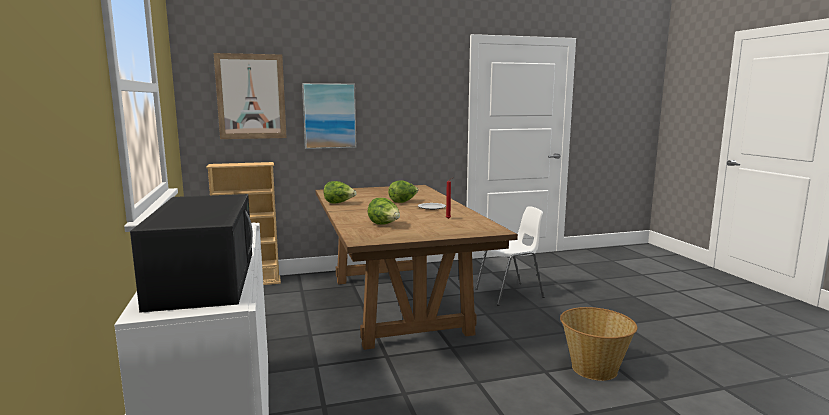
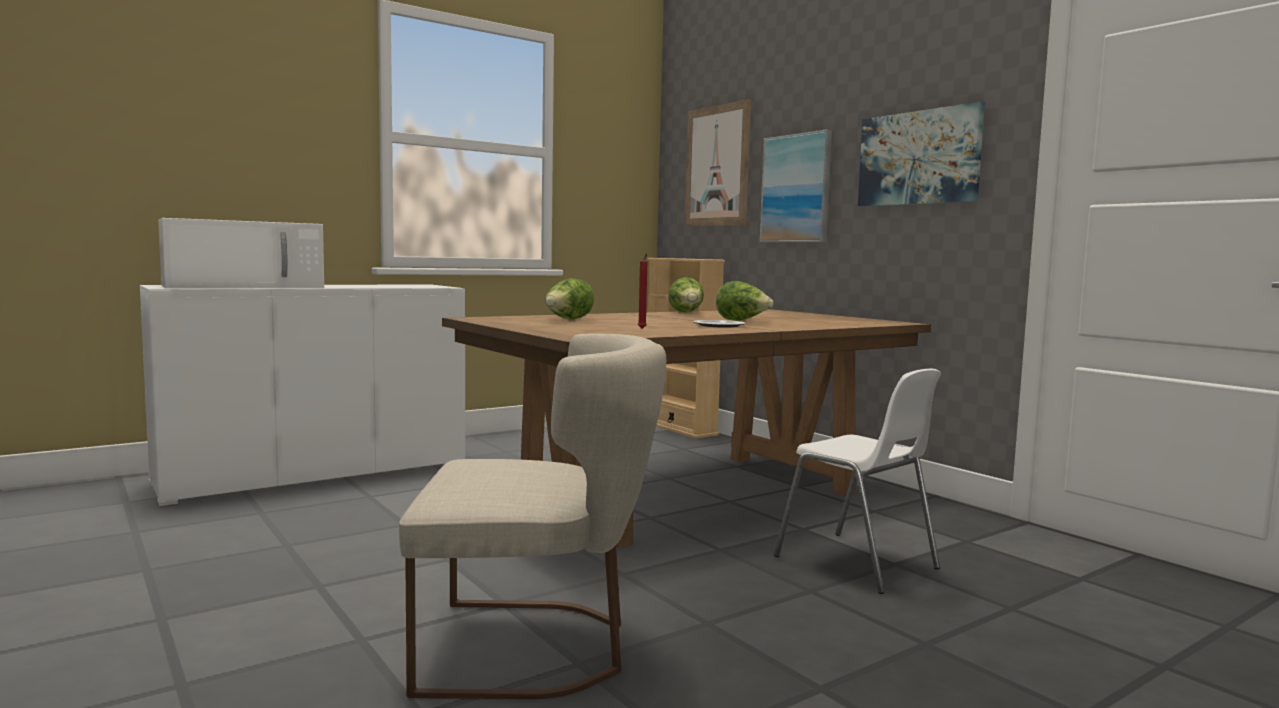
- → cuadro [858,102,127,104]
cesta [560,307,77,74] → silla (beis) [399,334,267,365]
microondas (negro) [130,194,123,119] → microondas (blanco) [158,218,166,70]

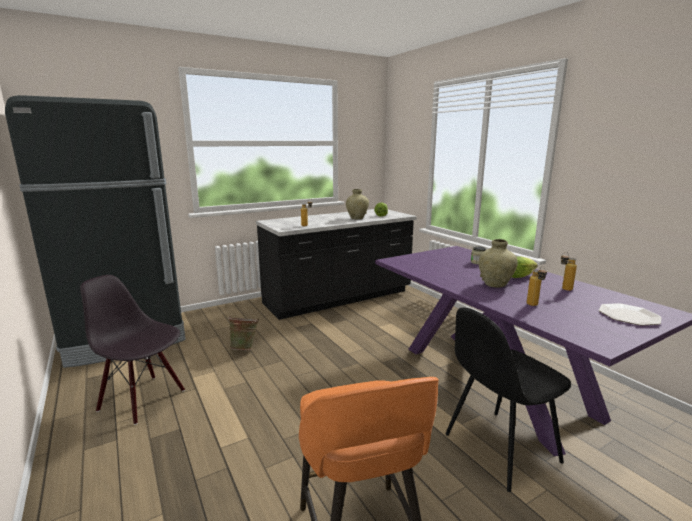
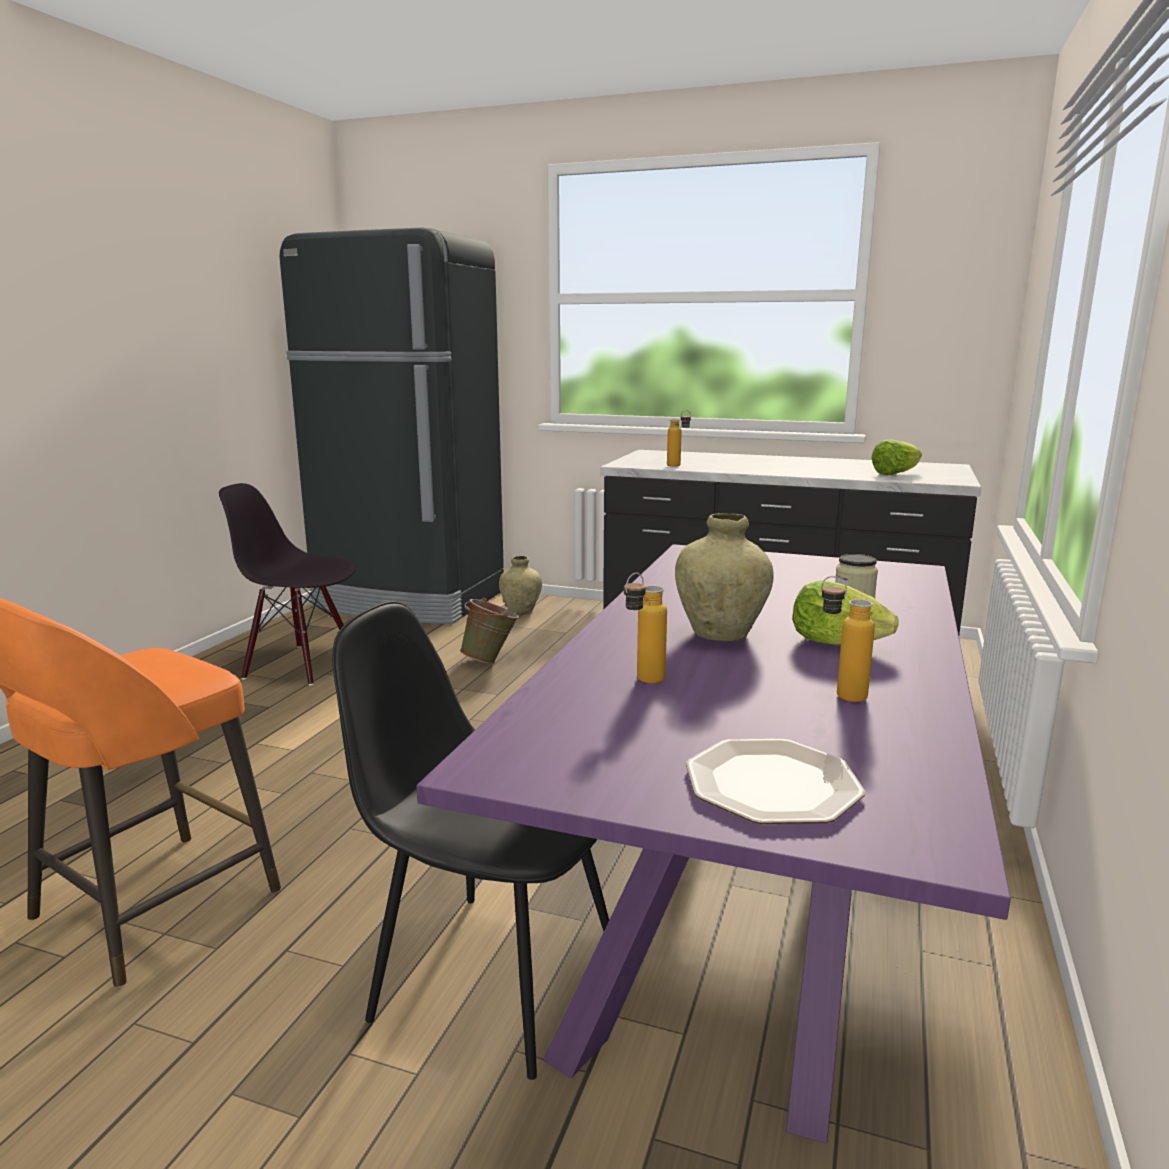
florero (beis) [346,189,23,30] → florero (beis) [499,556,43,57], shifted
silla (negro) [80,275,105,150] → silla (negro) [219,483,137,202], 60 degrees counterclockwise

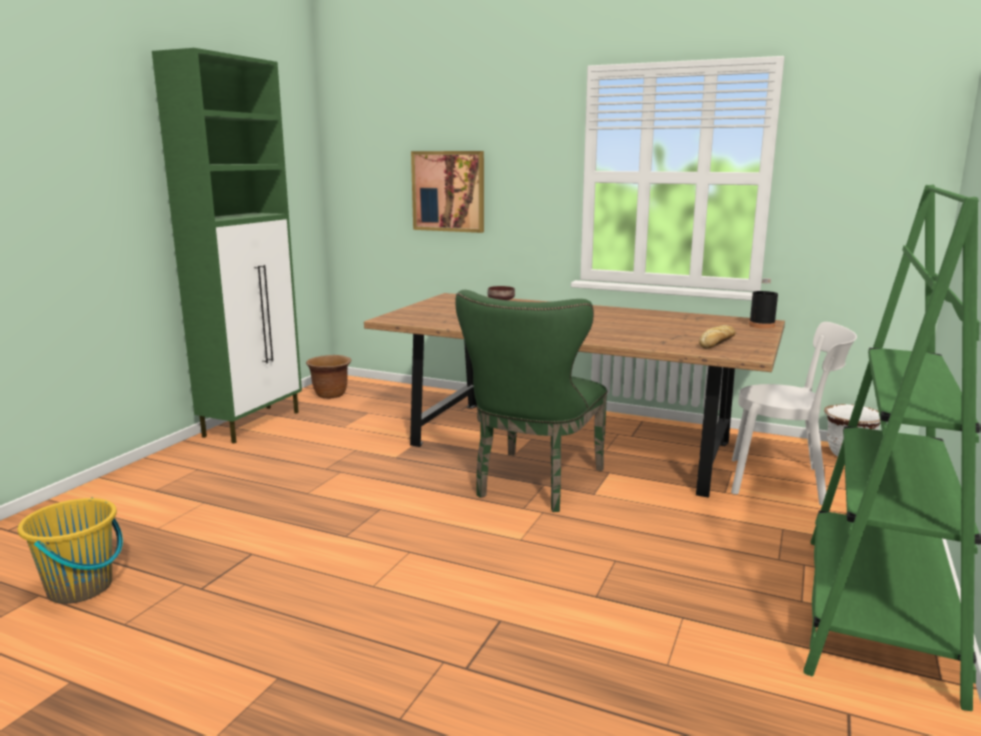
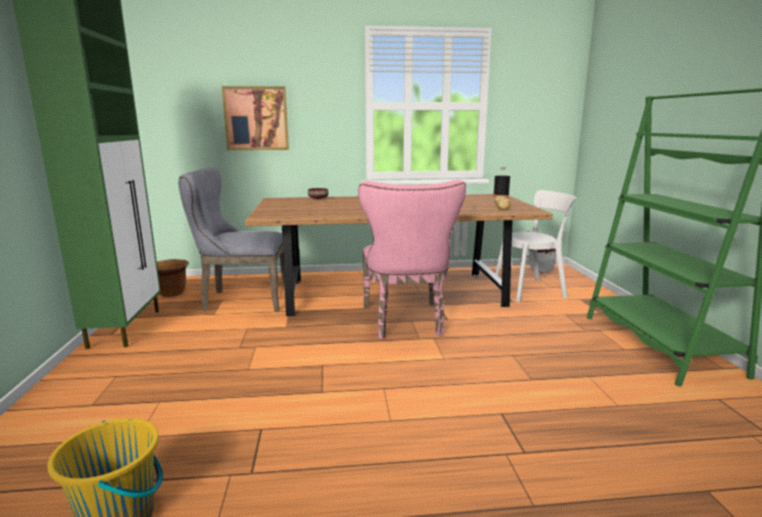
- → silla (gris) [178,167,107,145]
silla (verde) [456,290,151,222] → silla (rosa) [358,180,108,159]

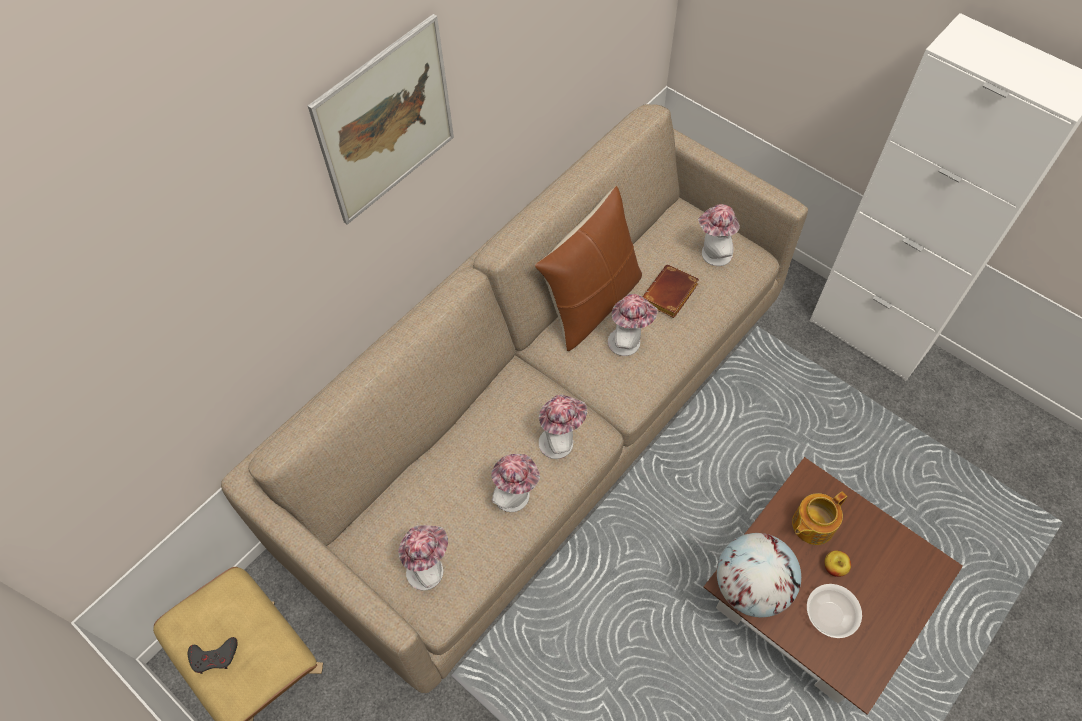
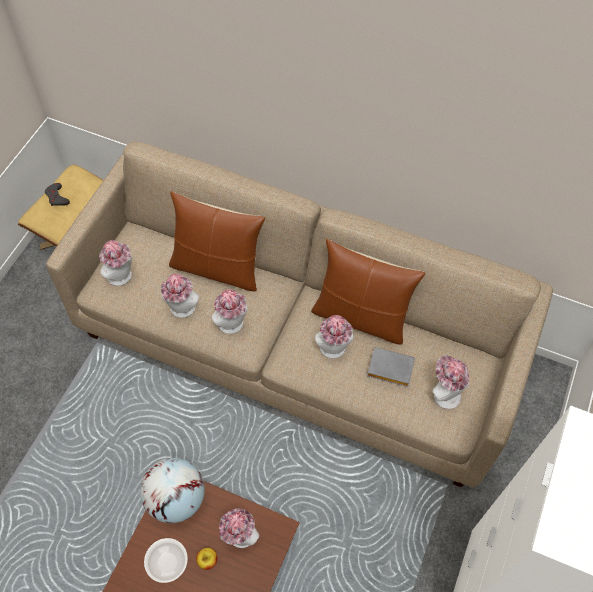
cuadro [308,14,146,211] → -
- → cojín (marrón) [169,191,96,100]
tetera [792,492,55,53] → sombrero [219,508,40,40]
libro (marrón) [642,264,57,54] → libro (gris) [367,347,48,40]

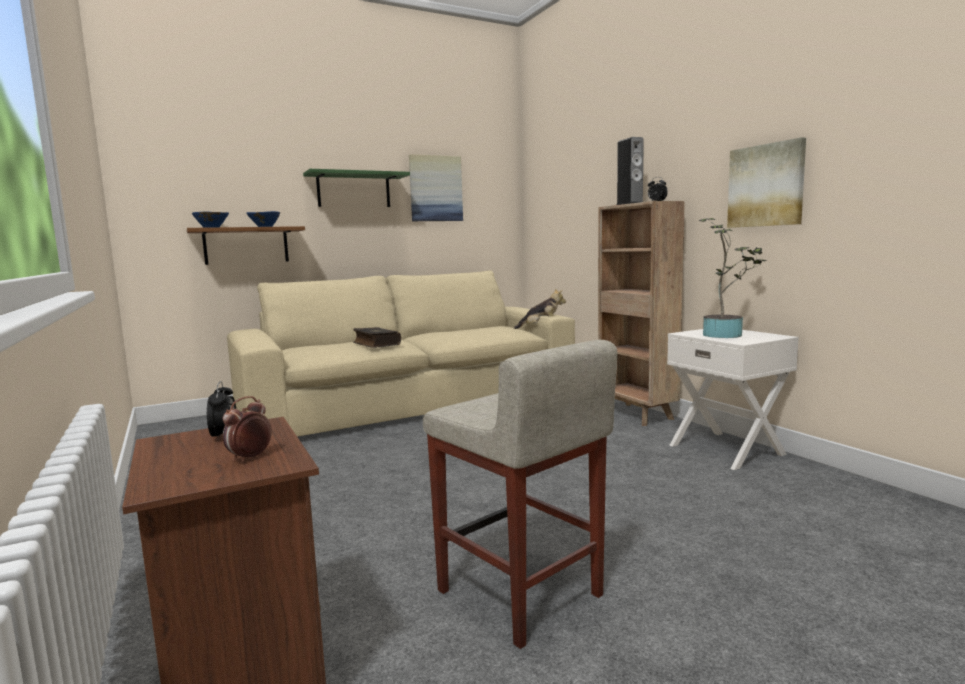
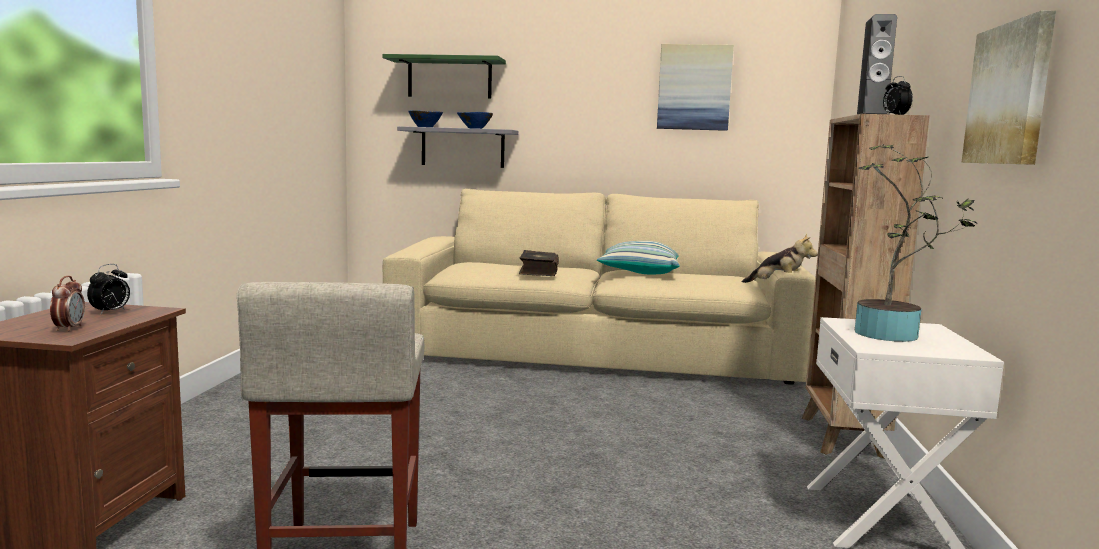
- → cojín [597,241,82,33]
estante (verde) [303,169,107,38] → estante (verde) [383,54,123,45], shifted
estante (marrón) [187,226,118,39] → estante (gris) [397,126,121,42]
despertador [223,396,49,66] → despertador [50,276,35,56], 105 degrees clockwise

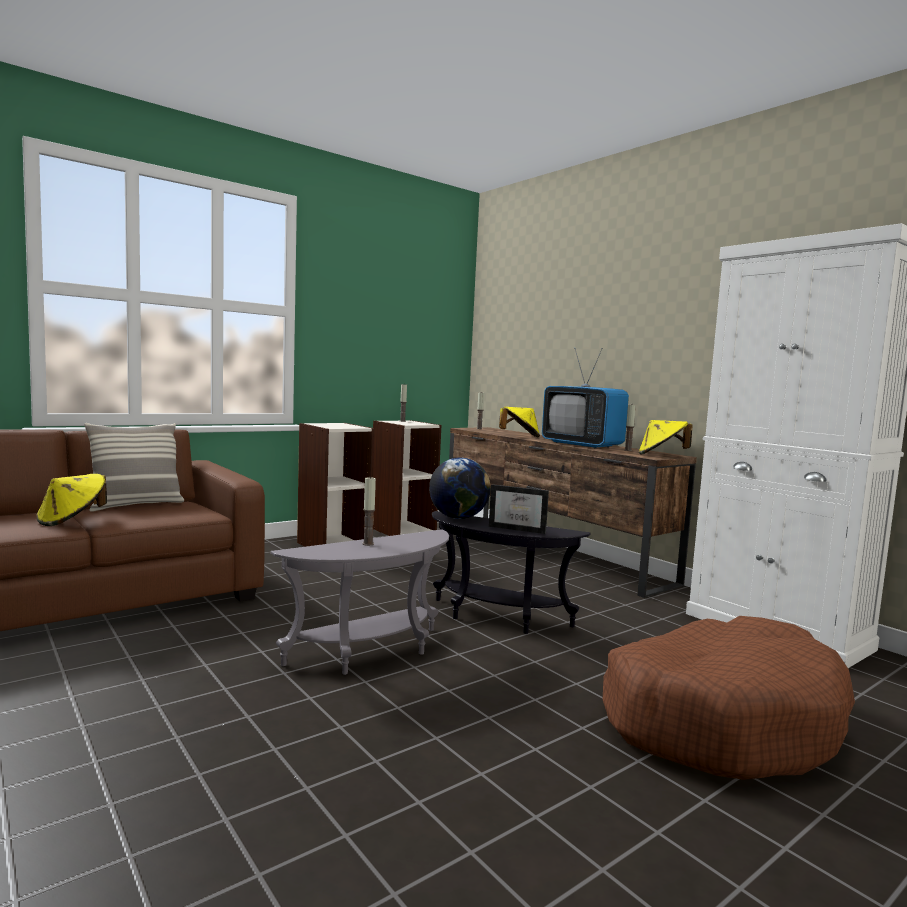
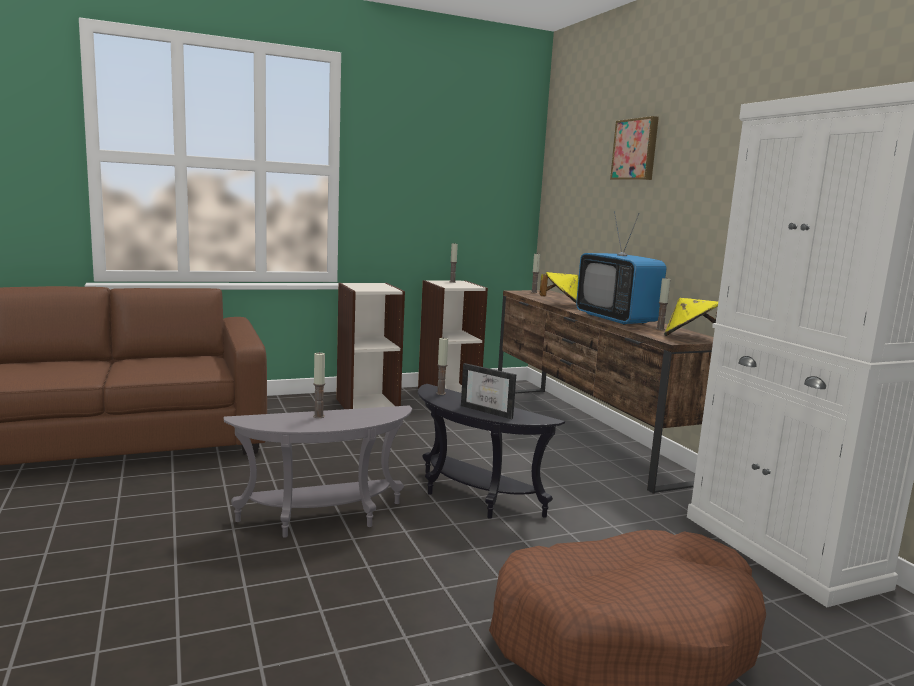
sombrero (amarillo) [36,474,71,52] → -
cojín [84,423,100,89] → -
- → cuadro [610,116,49,64]
globo terráqueo [429,458,62,61] → vela [436,338,12,57]

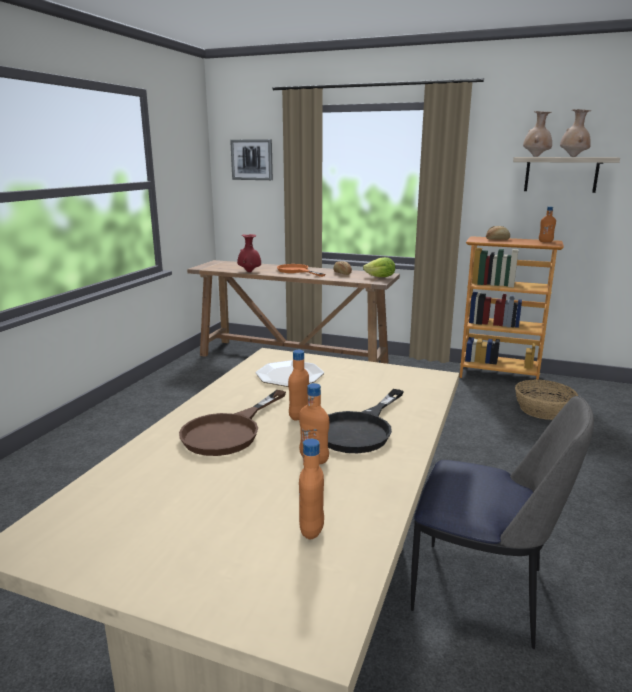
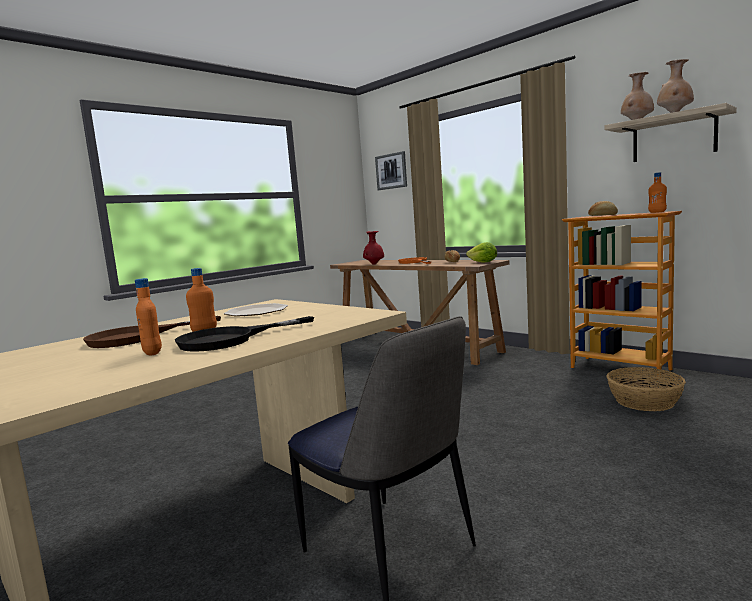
botella (naranja) [299,439,25,100] → -

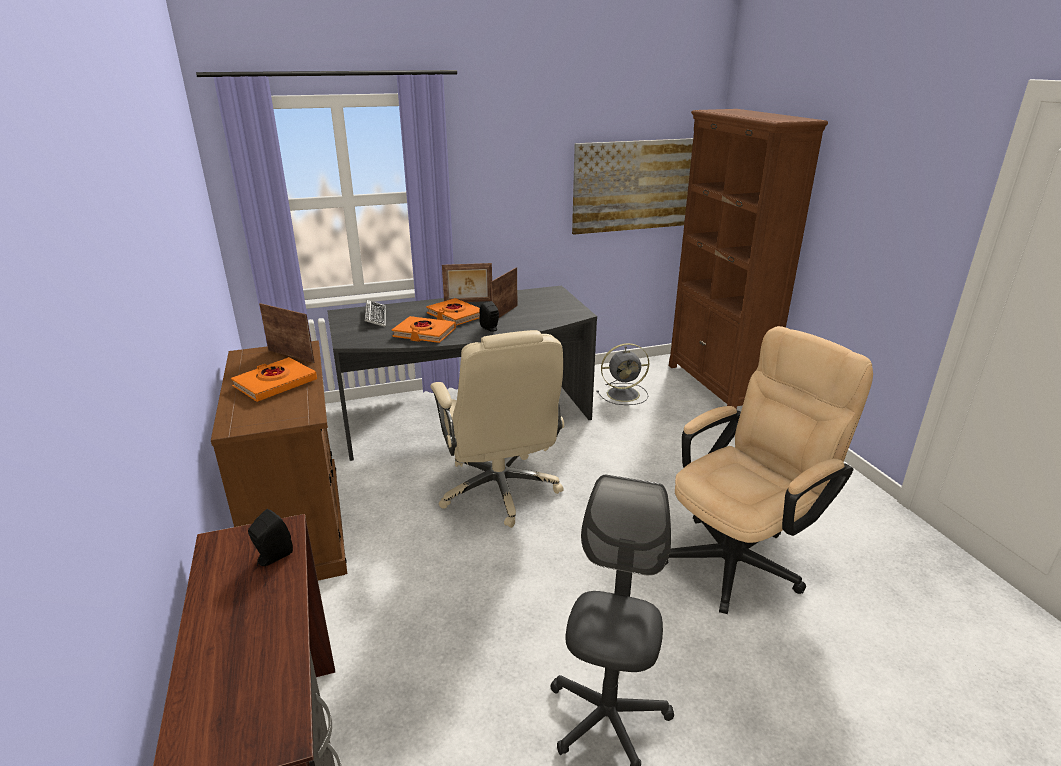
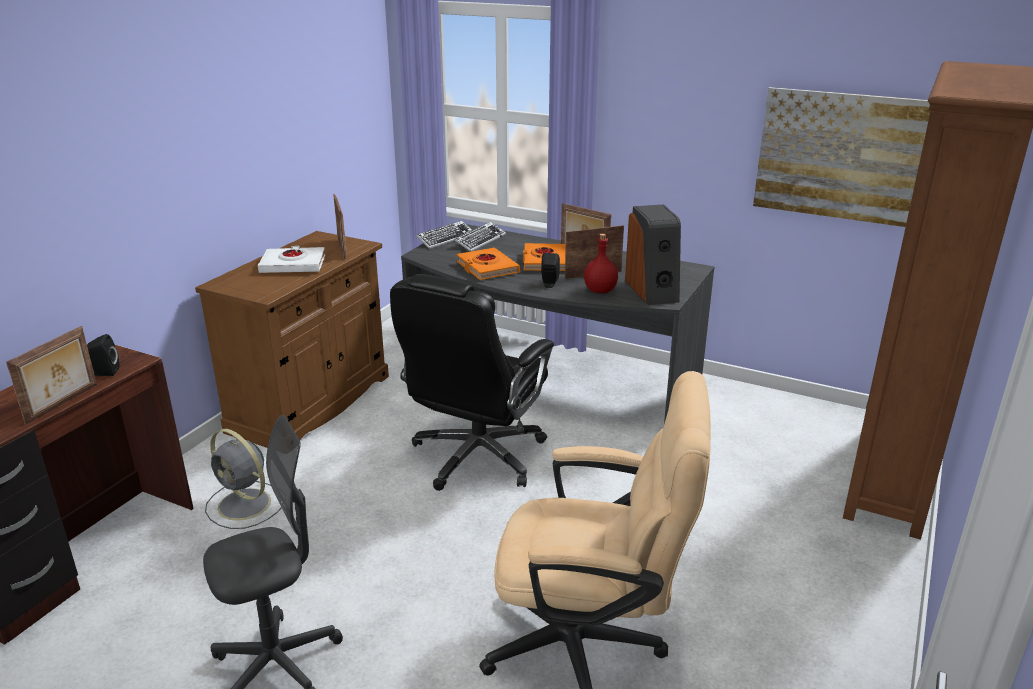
- → portarretratos [6,326,91,99]
- → teclado [416,221,56,28]
- → botella (rojo) [584,234,34,59]
- → altavoz [625,204,56,101]
ventilador (gris) [597,343,52,62] → ventilador (gris) [205,429,77,100], shifted
libro (naranja) [231,357,86,45] → libro (blanco) [258,246,67,27]
silla de oficina (beis) [431,330,133,198] → silla de oficina (negro) [390,274,164,217]

